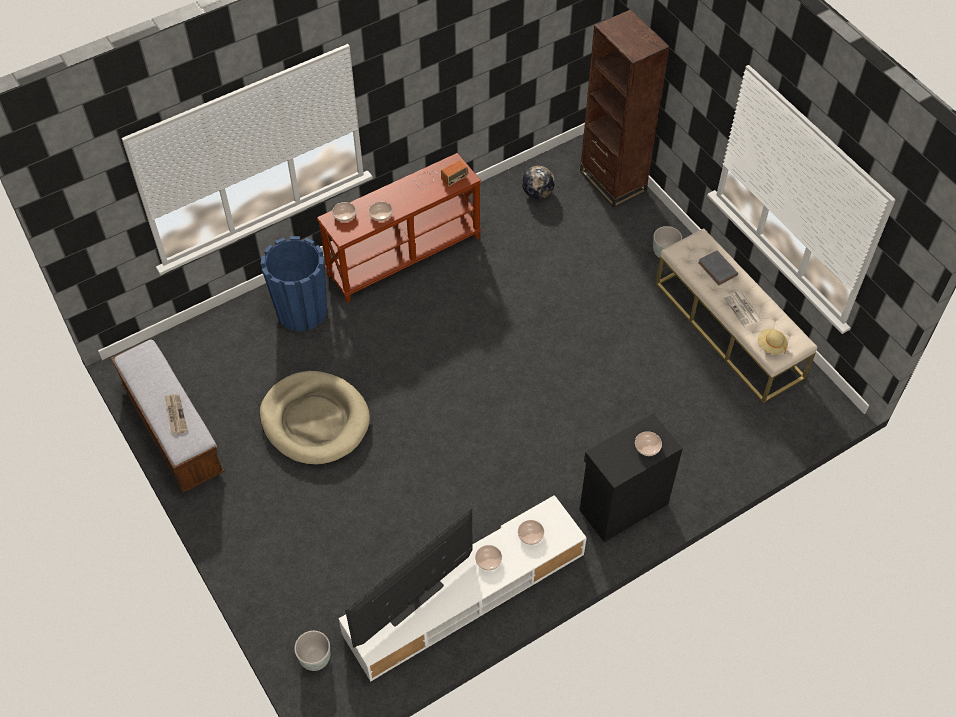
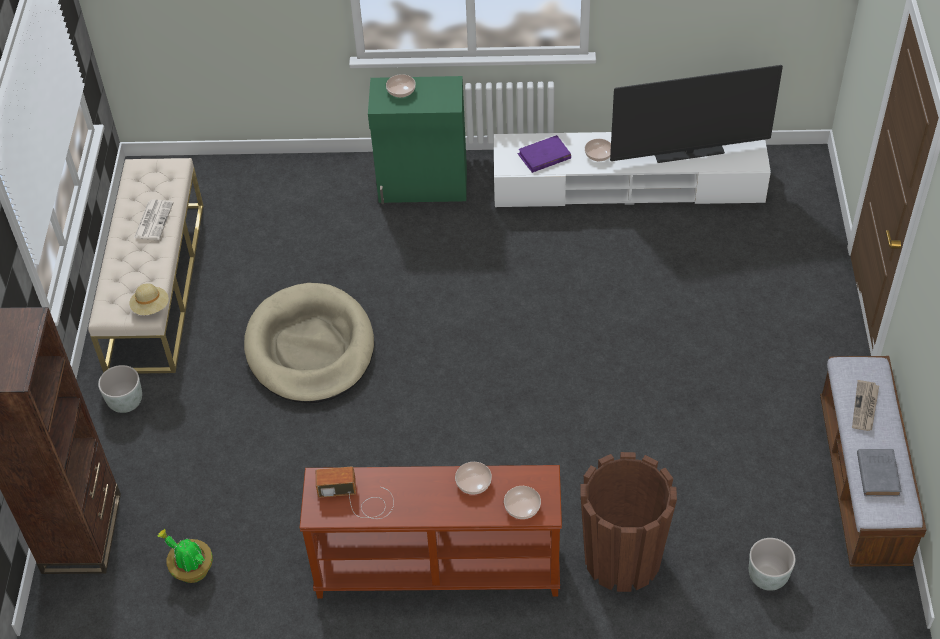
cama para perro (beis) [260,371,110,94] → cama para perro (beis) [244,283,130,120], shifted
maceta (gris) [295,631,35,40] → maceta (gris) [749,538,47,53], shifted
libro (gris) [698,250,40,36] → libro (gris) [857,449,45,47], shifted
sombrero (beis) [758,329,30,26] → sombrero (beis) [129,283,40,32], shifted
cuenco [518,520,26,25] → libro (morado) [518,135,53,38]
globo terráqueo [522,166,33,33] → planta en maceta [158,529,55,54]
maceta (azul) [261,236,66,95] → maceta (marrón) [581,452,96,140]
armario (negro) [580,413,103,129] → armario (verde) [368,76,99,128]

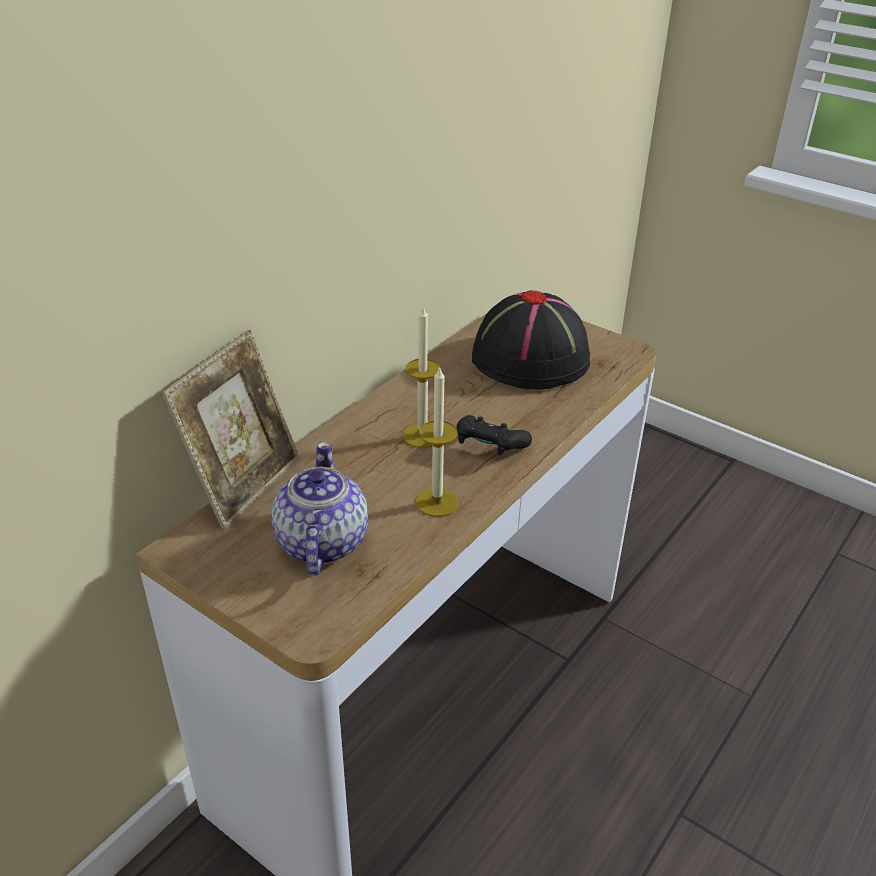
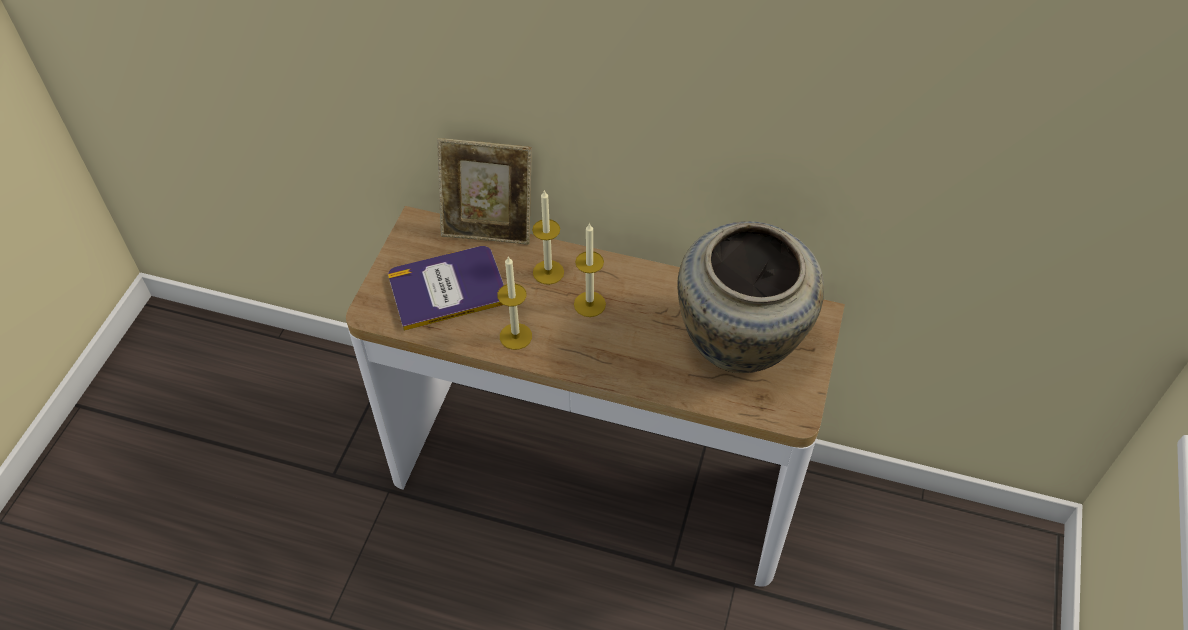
mando de consola (negro) [456,415,76,40] → -
- → vela [532,190,32,95]
tetera [272,442,96,134] → libro [388,246,116,85]
sombrero (negro) [472,290,118,100] → florero (beis) [677,221,147,152]

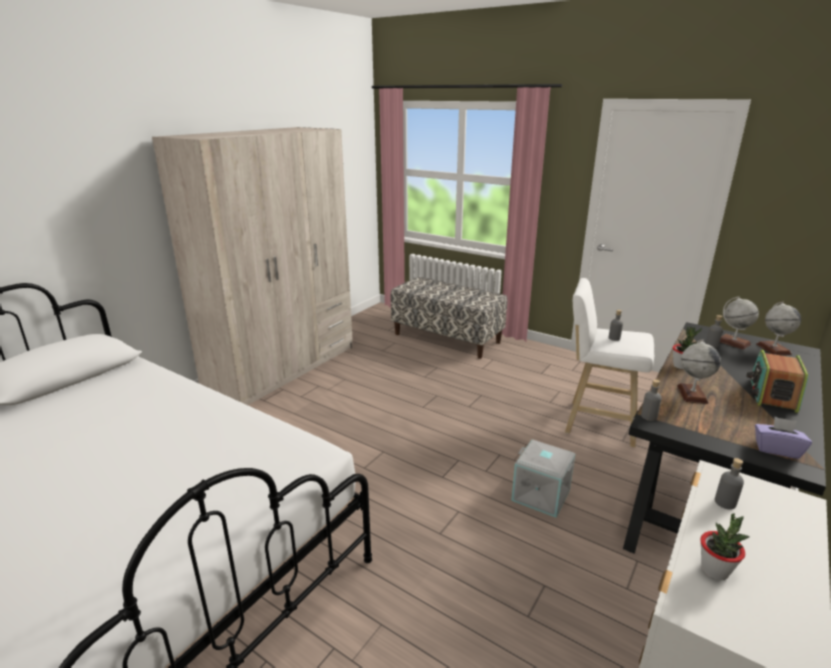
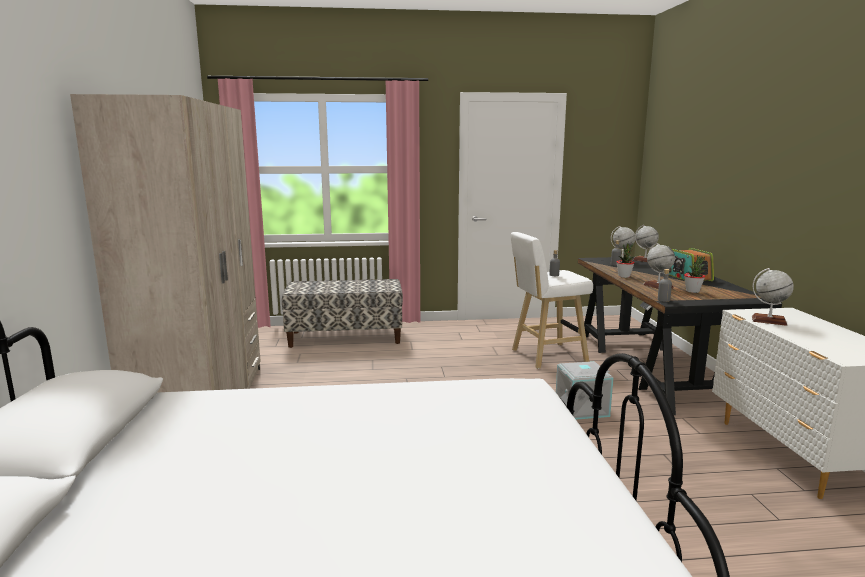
caja de pañuelos (morado) [755,417,57,42] → -
planta en maceta [700,514,49,67] → planta en maceta [684,255,21,38], shifted
botella (gris) [715,458,29,52] → globo terráqueo [752,268,42,58]

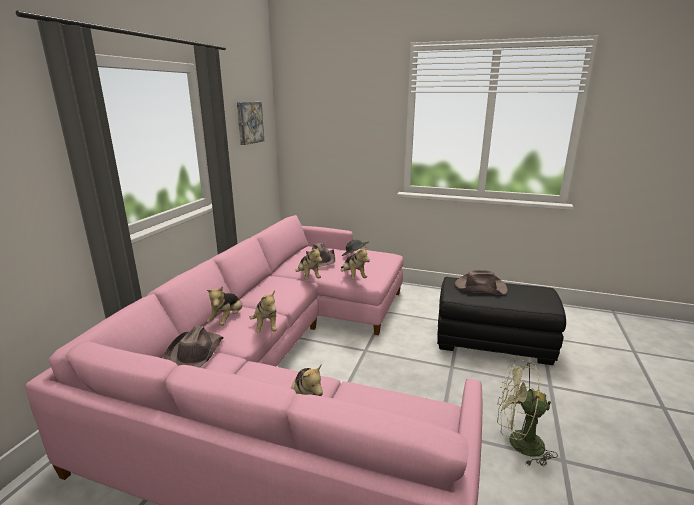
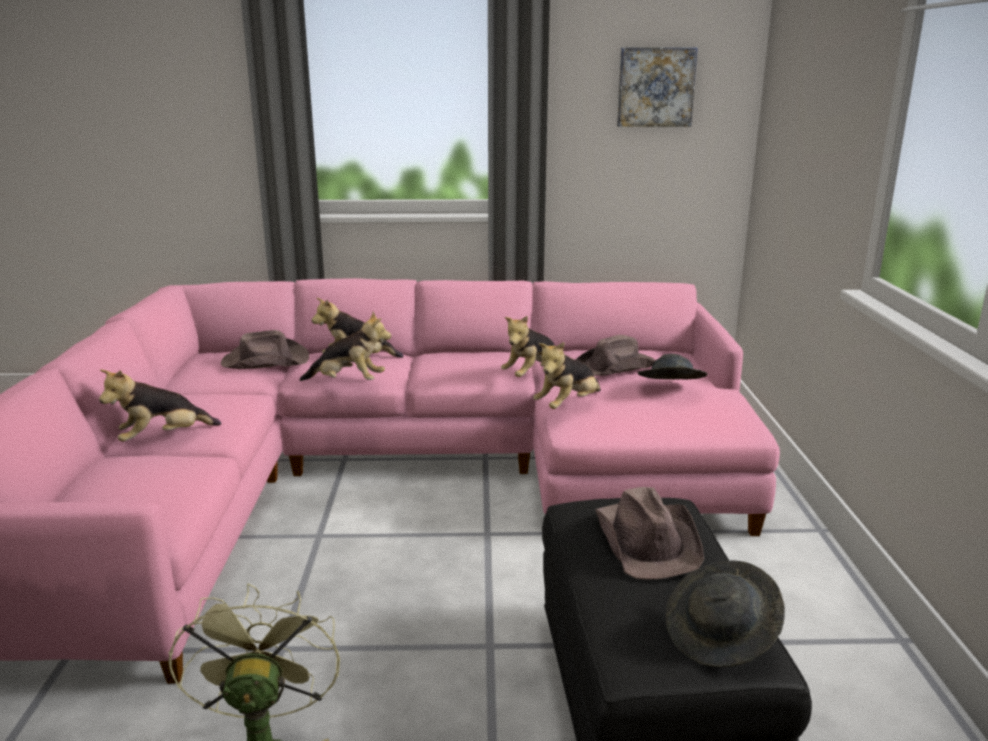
- → sombrero (gris) [666,560,119,107]
peluche [249,291,28,41] → peluche [300,311,91,70], 135 degrees counterclockwise

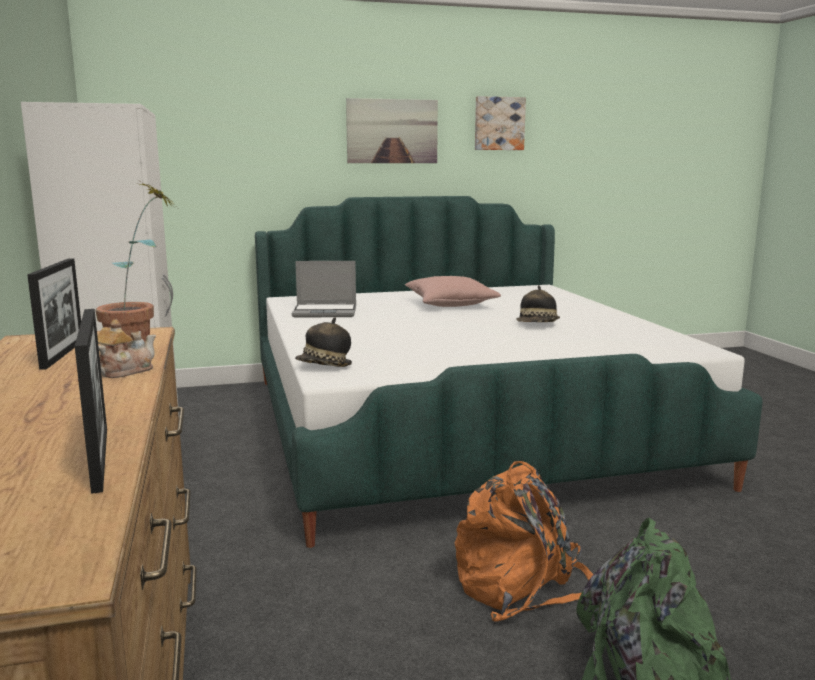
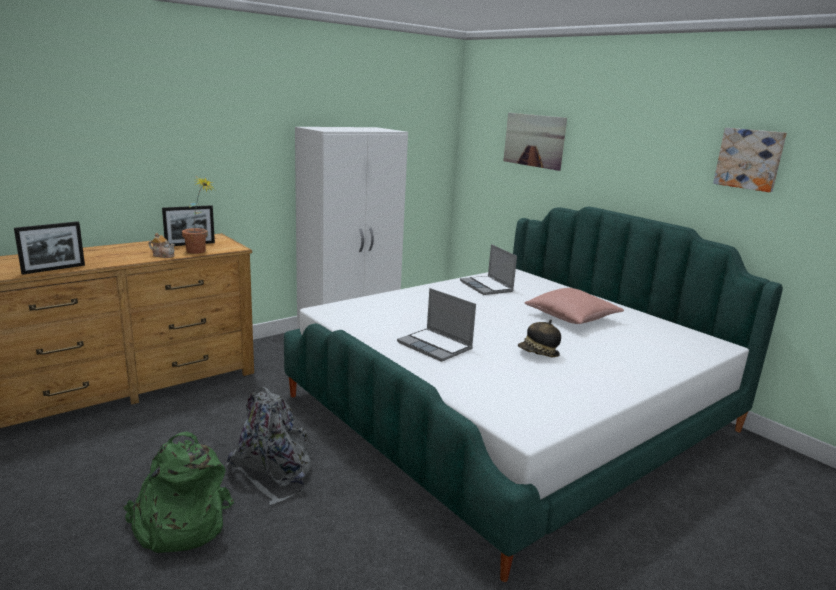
sombrero [295,318,57,49] → -
- → portátil [397,288,79,74]
cuadro [346,98,92,65] → cuadro [503,113,64,58], shifted
mochila (naranja) [455,461,138,160] → mochila (gris) [226,387,86,118]

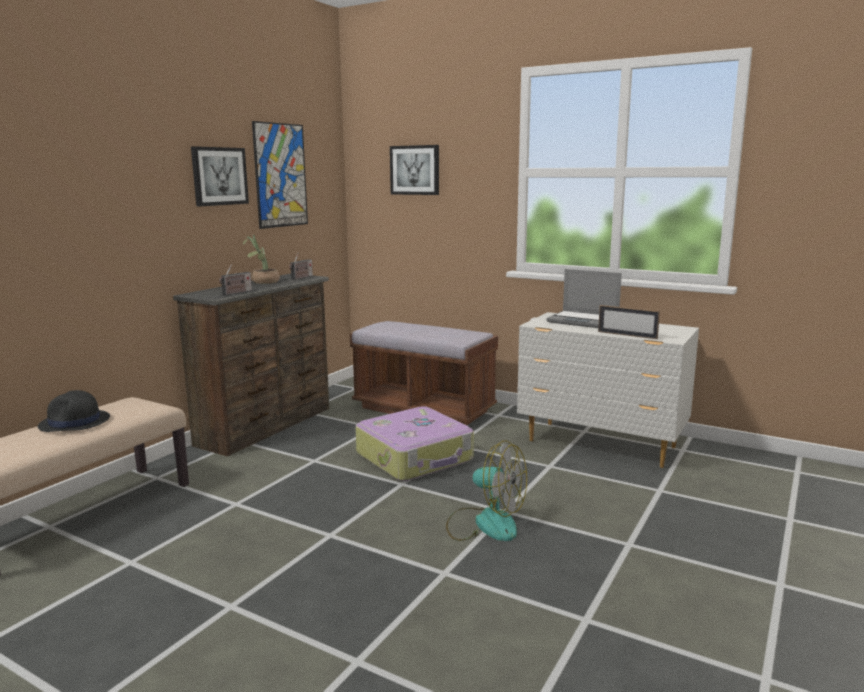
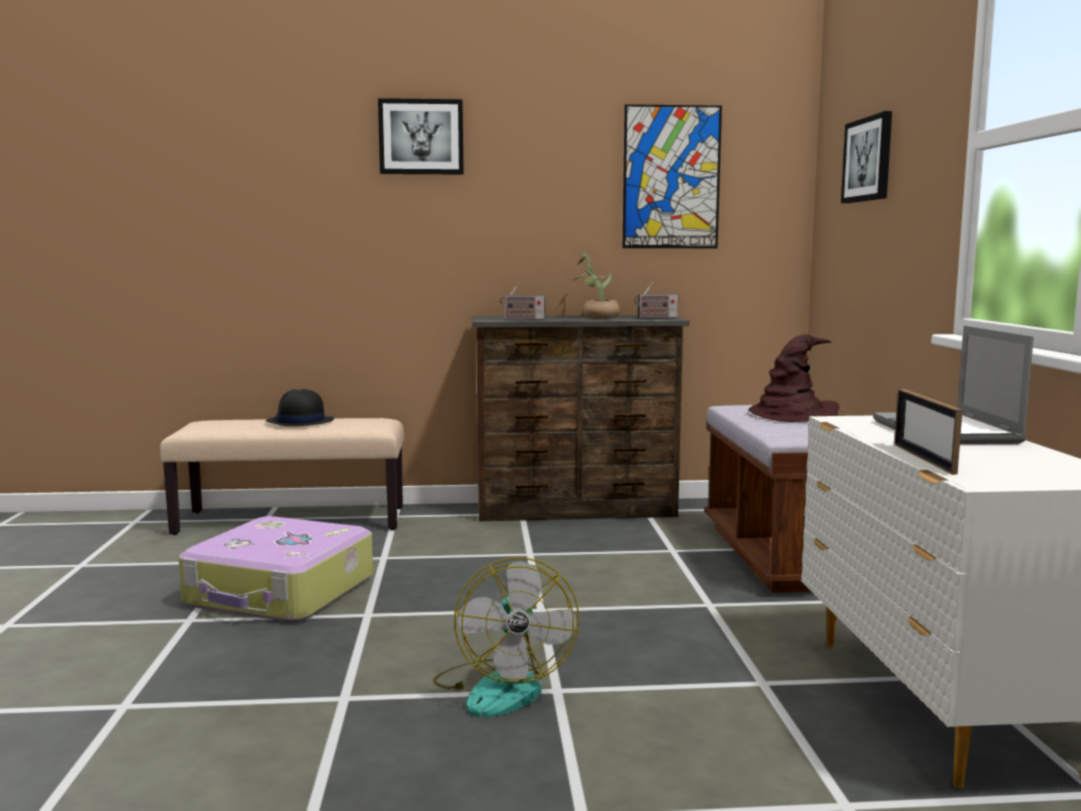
- → sombrero (marrón) [748,334,91,88]
cuadro [191,146,58,60] → cuadro [378,98,86,77], shifted
maleta [355,406,119,75] → maleta [179,516,194,106], shifted

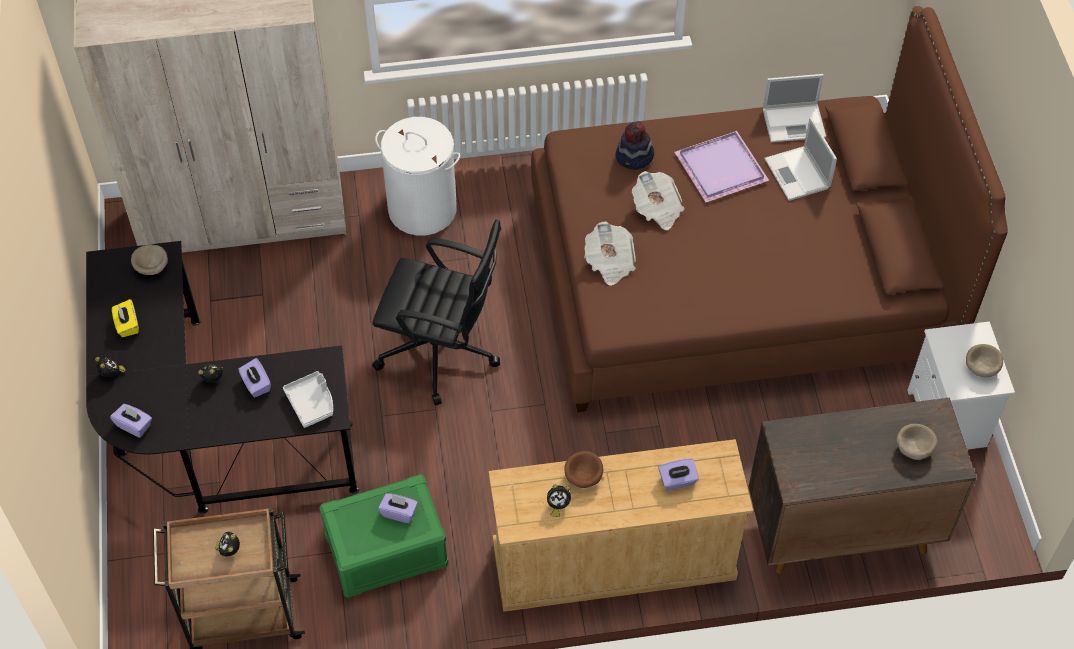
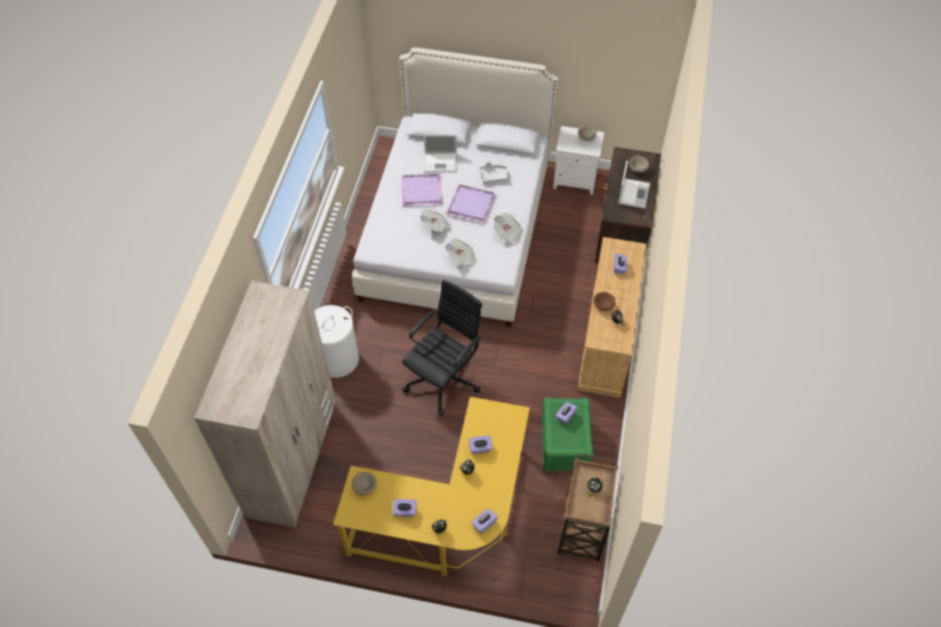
sombrero [616,122,38,48] → -
- → bandeja (morado) [446,184,51,39]
- → periódico [494,213,29,31]
bandeja (gris) [283,371,50,57] → bandeja (gris) [480,162,29,21], shifted
portátil [763,74,63,68] → portátil [618,161,32,48], shifted
escritorio (negro) [86,241,273,273] → escritorio (amarillo) [333,397,197,179]
caja de pañuelos (amarillo) [112,299,27,38] → caja de pañuelos (morado) [393,499,24,18]
cama (marrón) [531,6,477,406] → cama (blanco) [352,47,206,280]

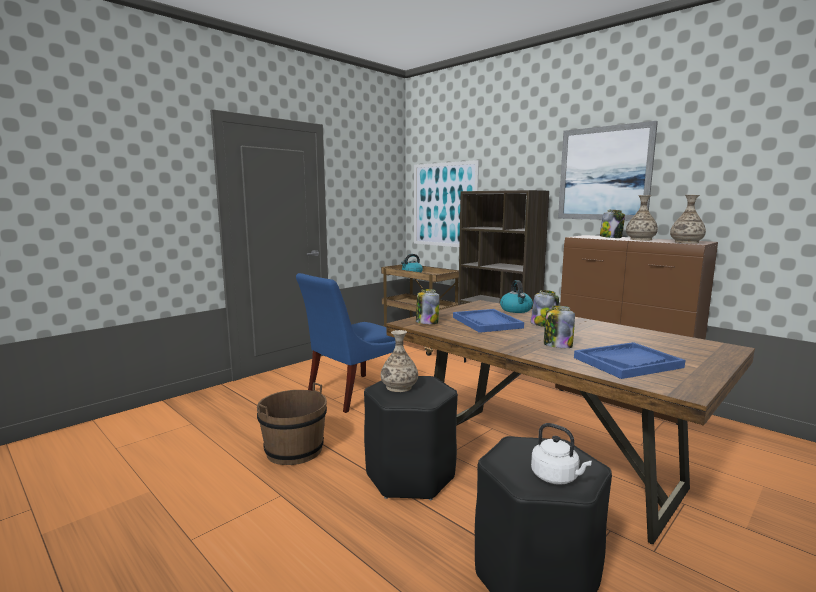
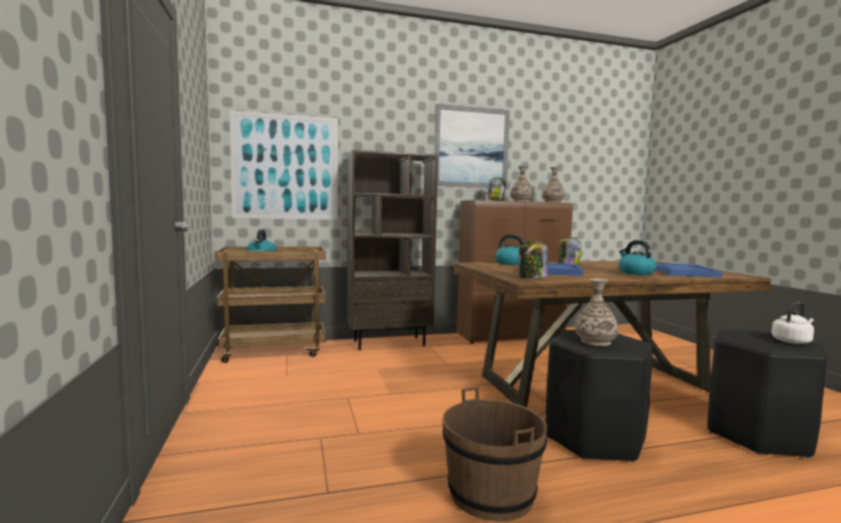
silla (azul) [296,273,100,140] → -
tarro [544,305,31,43] → hervidor [618,240,39,35]

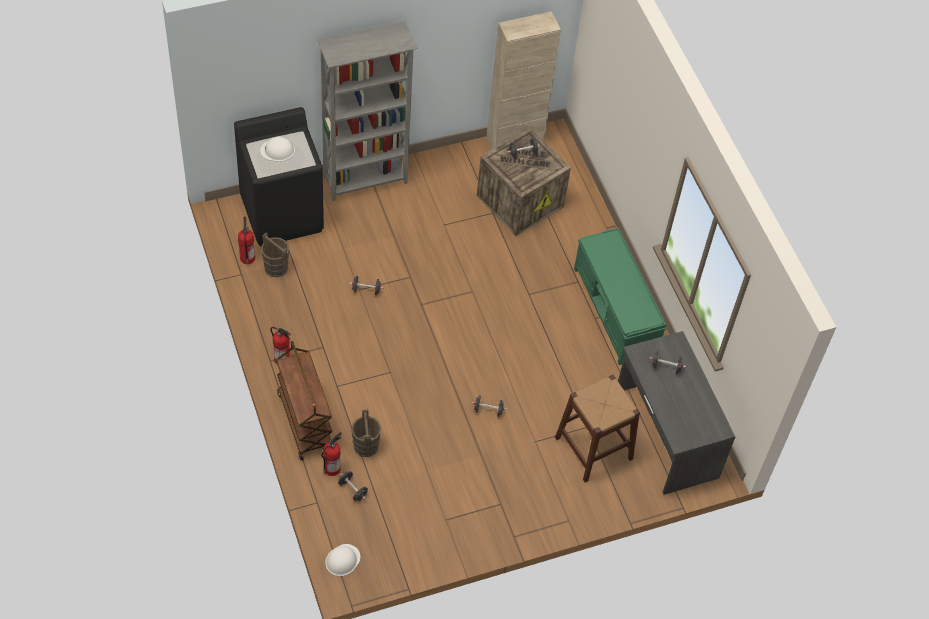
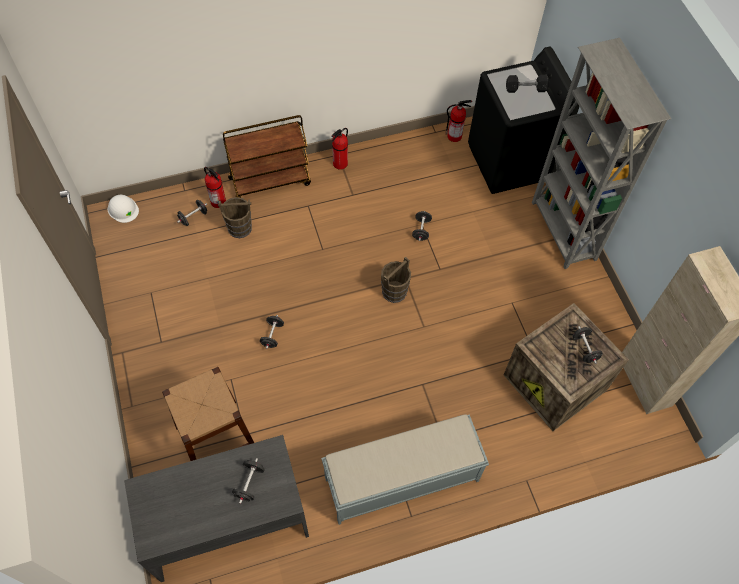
cubo (marrón) [261,232,28,45] → cubo (marrón) [381,257,30,46], shifted
casco (blanco) [260,136,35,26] → mancuerna (gris) [506,75,43,18]
banco (verde) [574,228,93,137] → banco (gris) [321,414,168,111]

